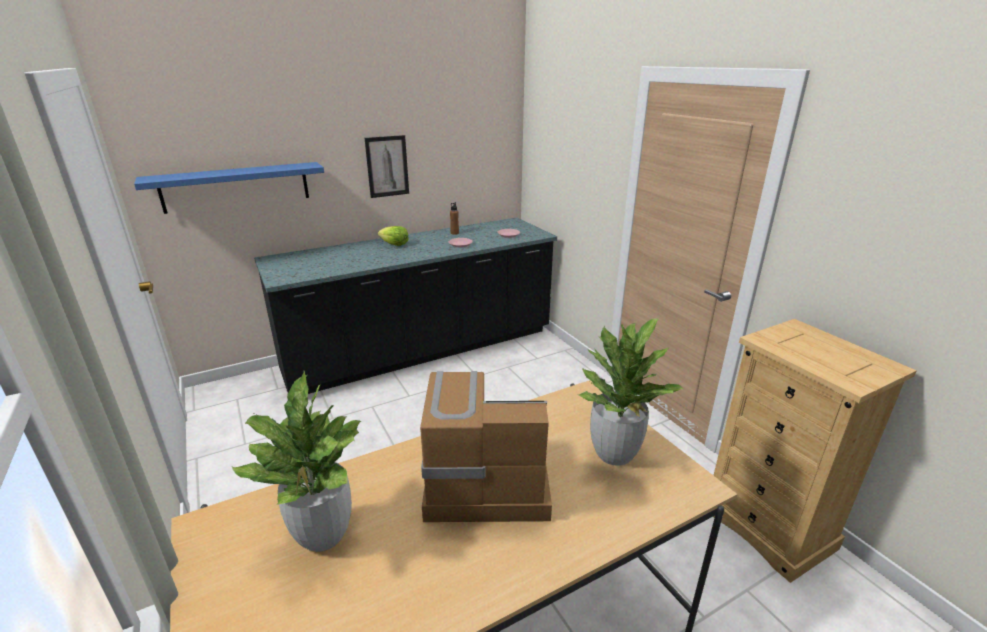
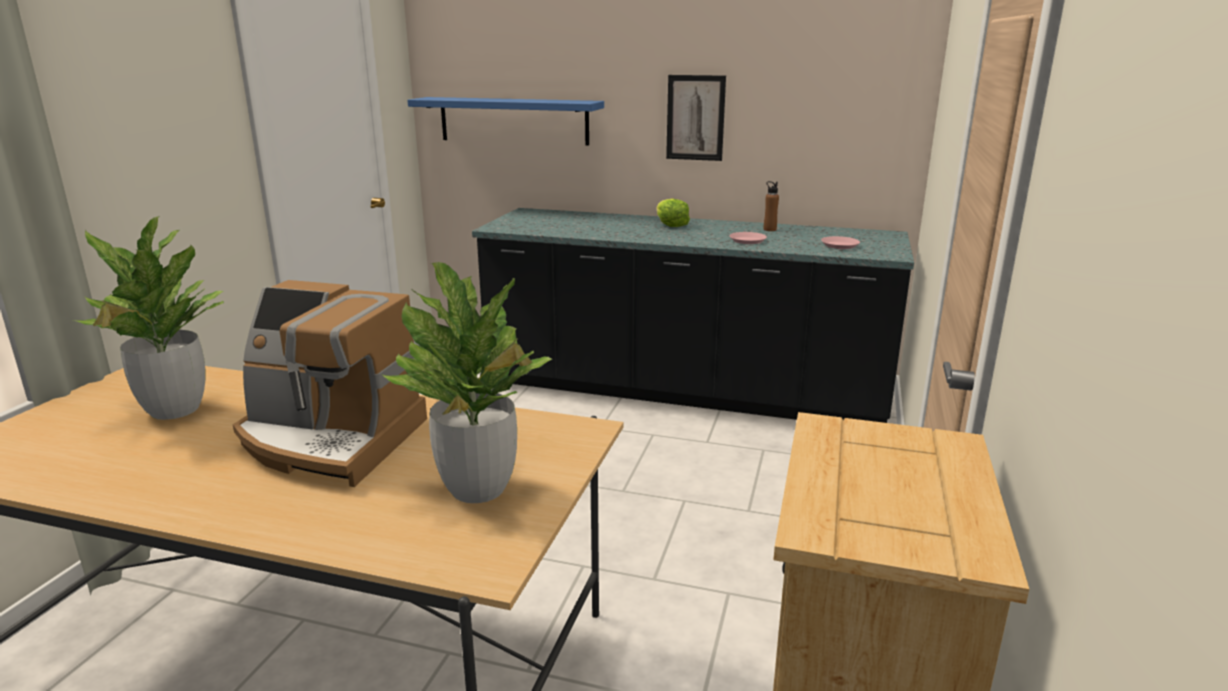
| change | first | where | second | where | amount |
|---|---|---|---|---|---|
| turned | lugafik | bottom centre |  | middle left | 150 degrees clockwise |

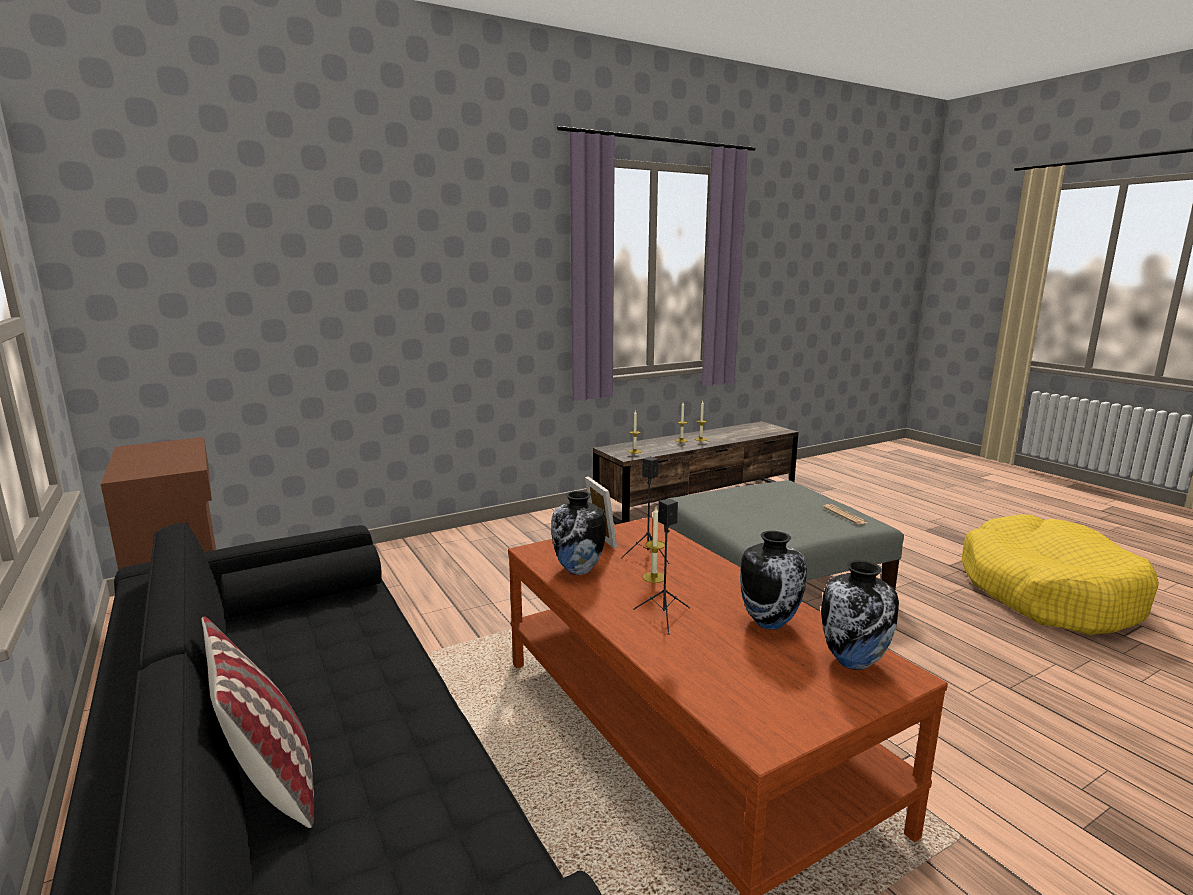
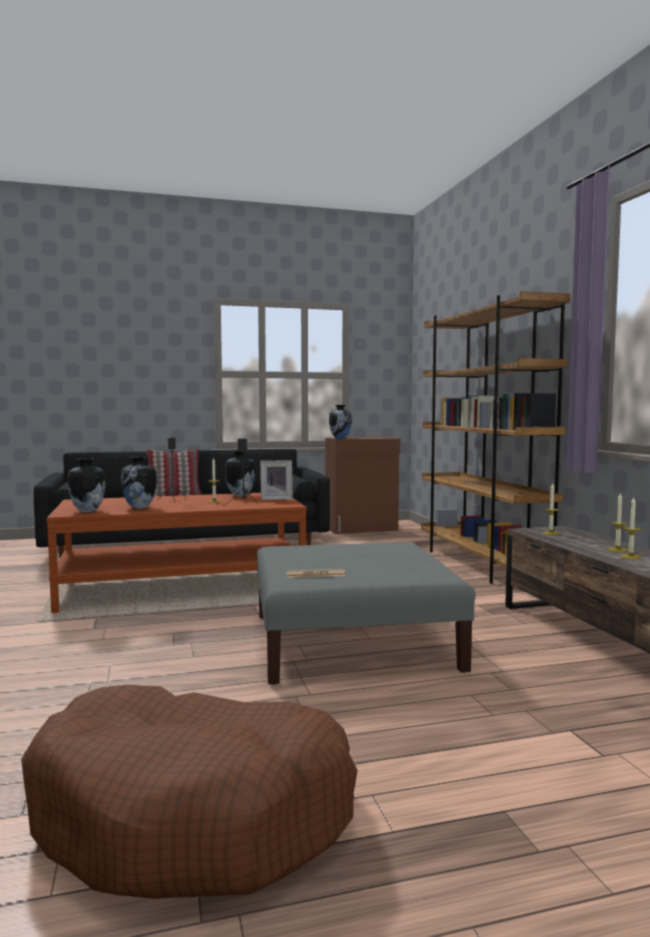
| change | first | where | second | where | amount |
|---|---|---|---|---|---|
| recoloured | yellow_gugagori | middle right | brown_gugagori | bottom left |  |
| added |  |  | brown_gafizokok | middle right |  |
| added |  |  | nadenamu (4th from left) | centre |  |

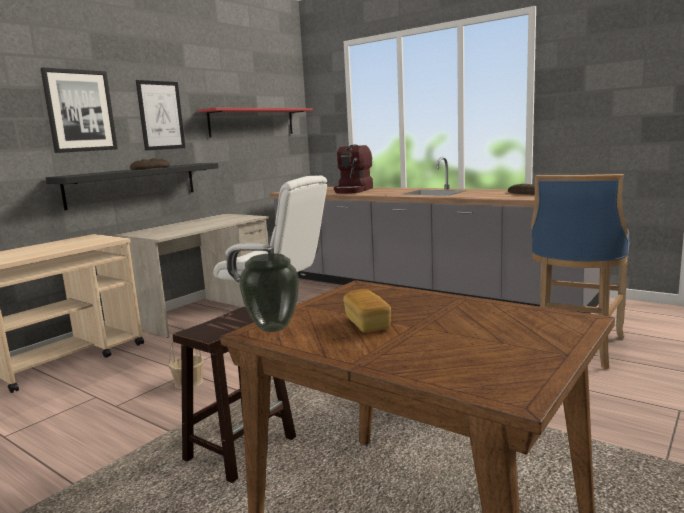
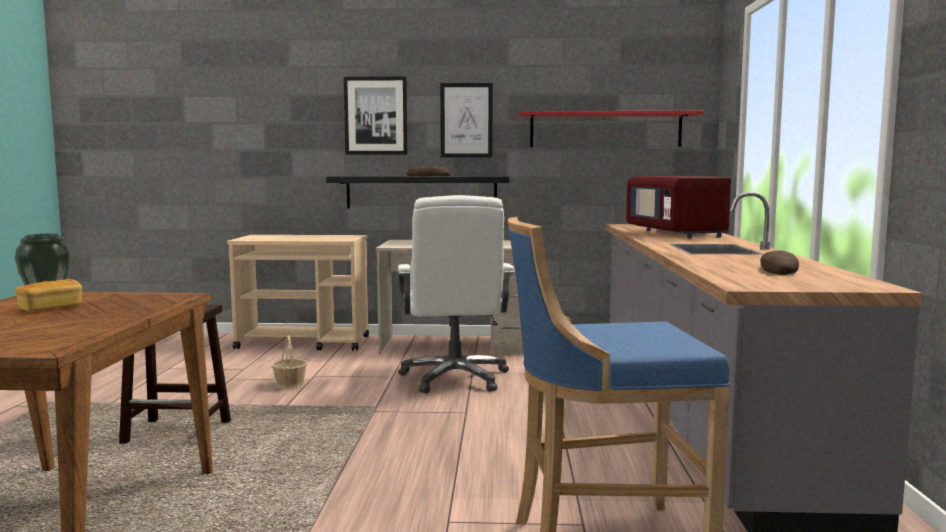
| change | first | where | second | where | amount |
|---|---|---|---|---|---|
| replaced | lugafik | top centre | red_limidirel | middle right |  |

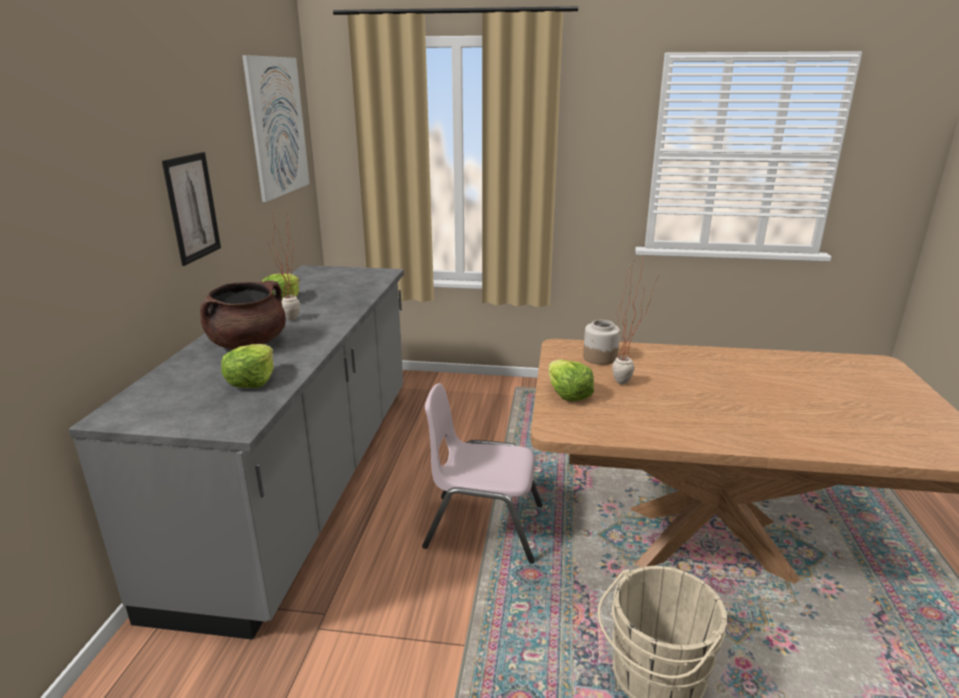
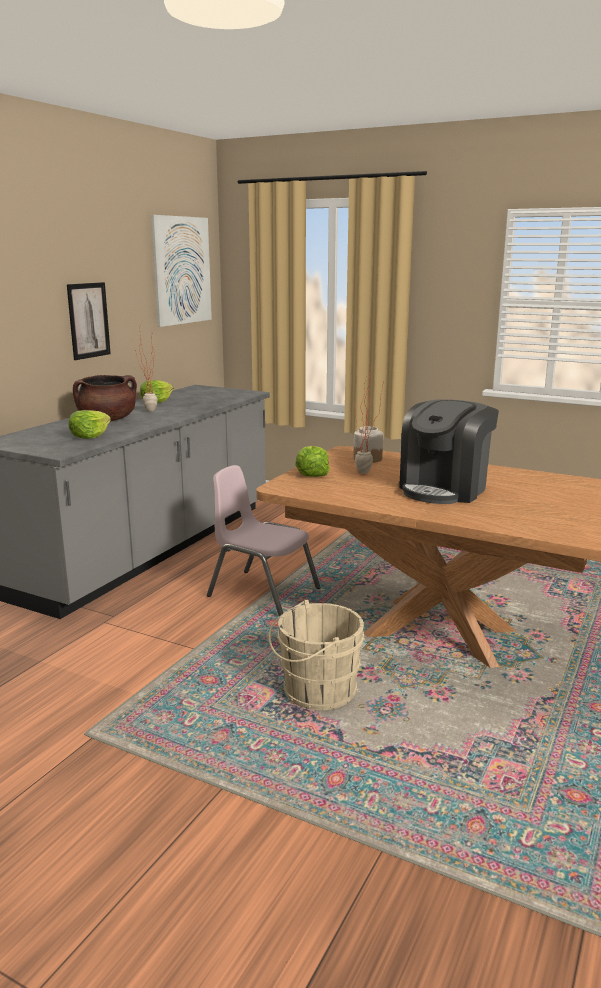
| change | first | where | second | where | amount |
|---|---|---|---|---|---|
| added |  |  | lugafik | middle right |  |

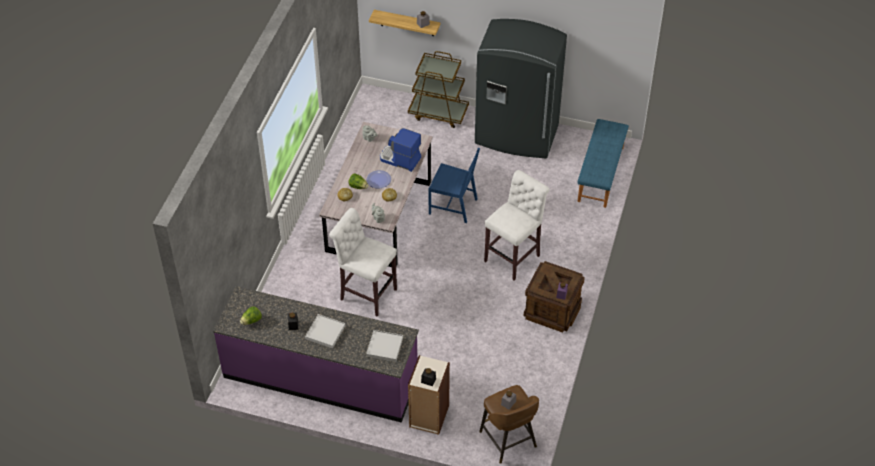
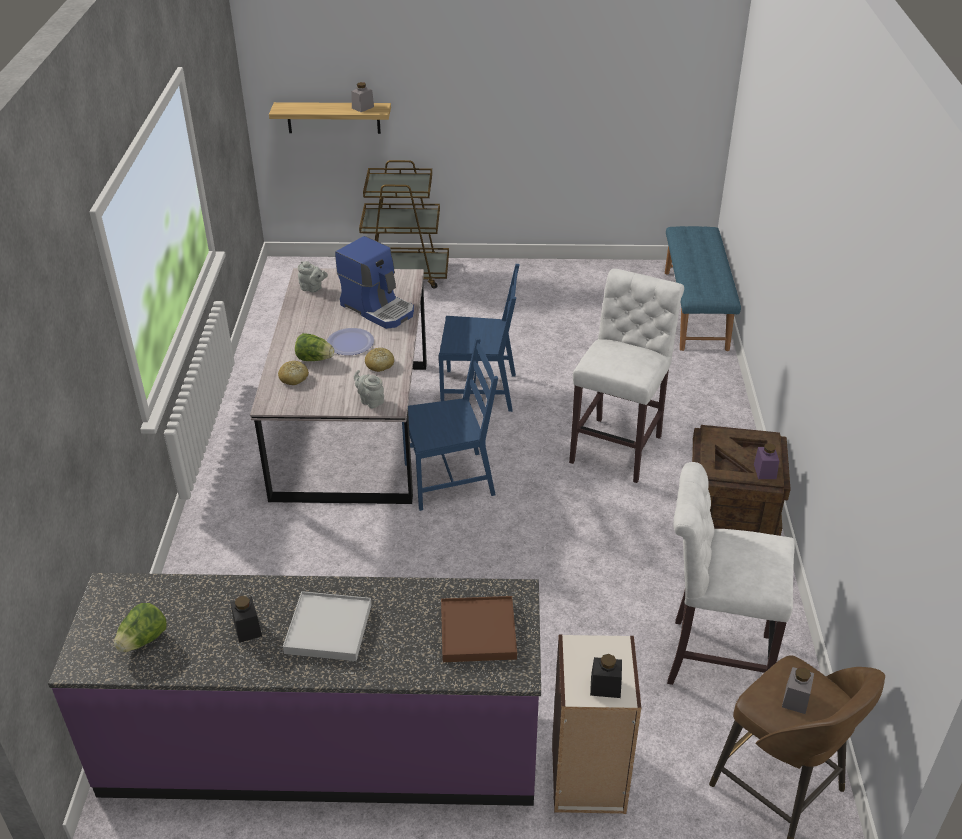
| change | first | where | second | where | amount |
|---|---|---|---|---|---|
| removed | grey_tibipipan | top centre |  |  |  |
| turned | lugafik | top centre |  | centre | 150 degrees counterclockwise |
| moved | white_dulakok (1st from left in the first image) | centre | white_dulakok (2nd from left) | bottom right |  |
| recoloured | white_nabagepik (2nd from left) | bottom centre | brown_nabagepik | bottom centre |  |
| added |  |  | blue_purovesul (1st from left) | centre |  |

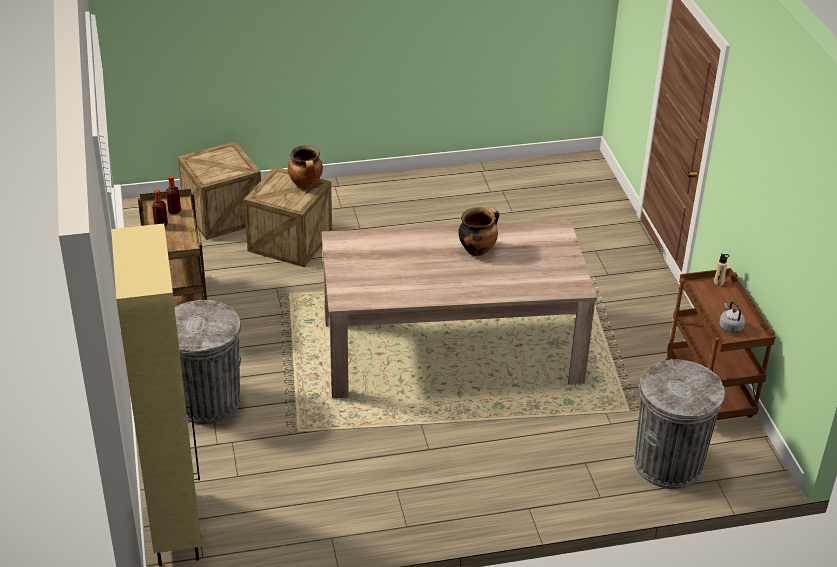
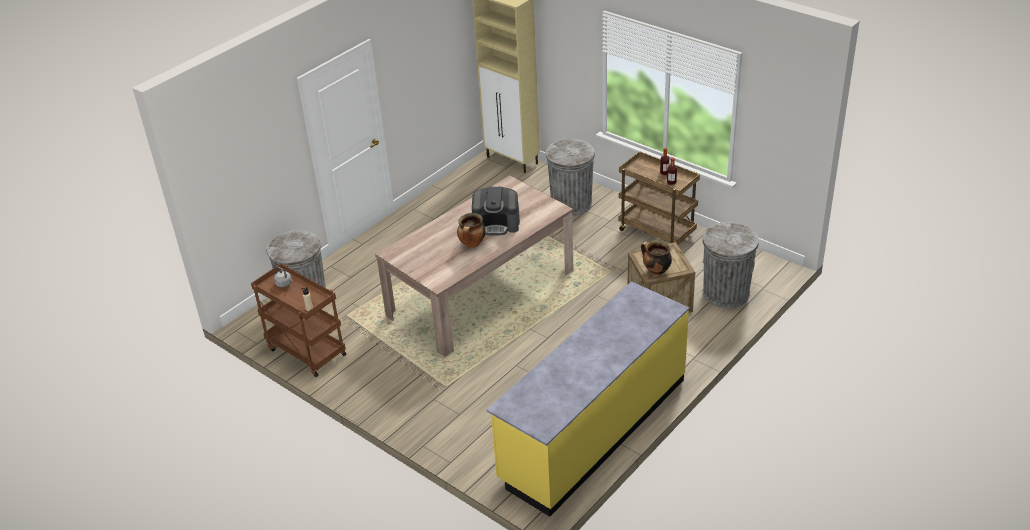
| change | first | where | second | where | amount |
|---|---|---|---|---|---|
| replaced | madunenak (1st from left) | middle left | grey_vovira (3rd from left) | middle right |  |
| added |  |  | lugafik | centre |  |
| added |  |  | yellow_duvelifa | bottom centre |  |

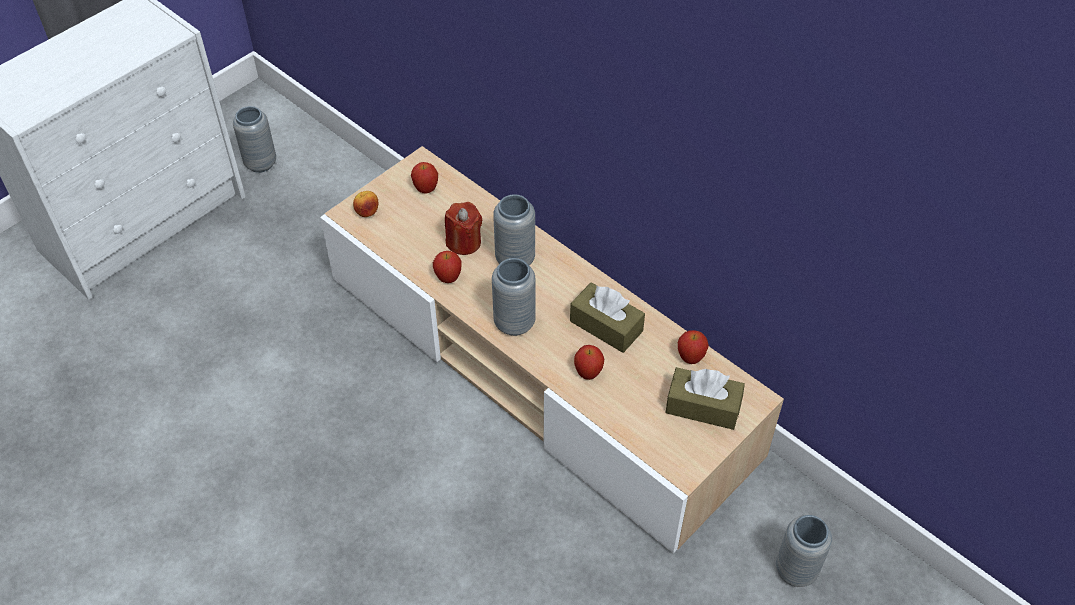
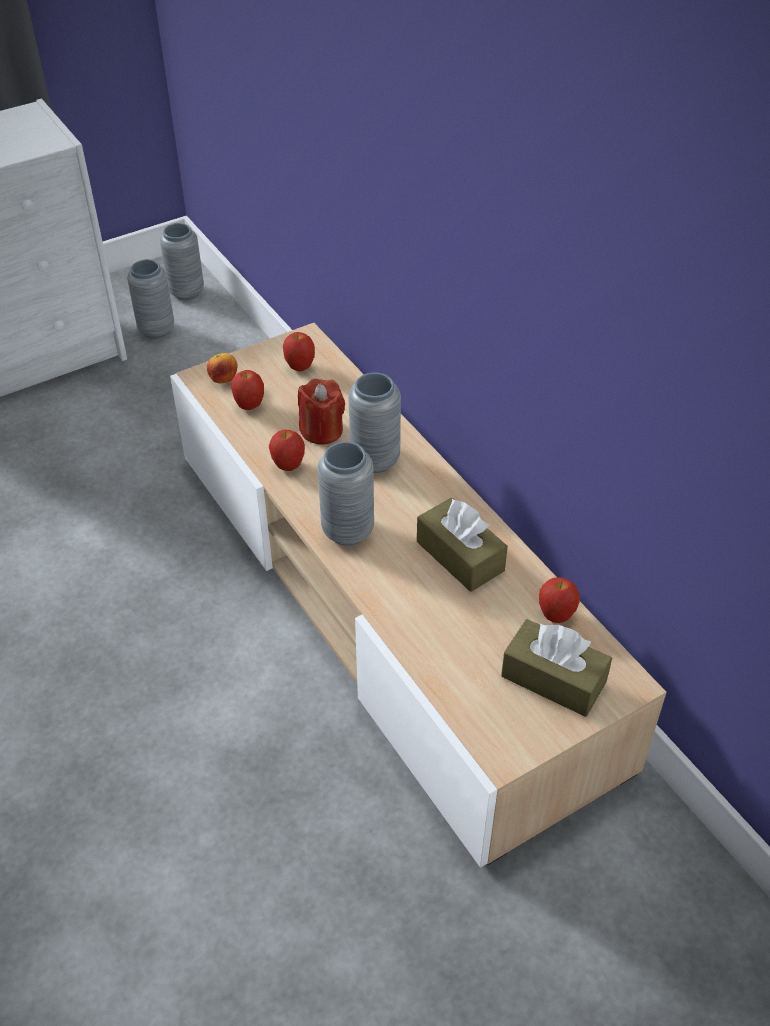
| change | first | where | second | where | amount |
|---|---|---|---|---|---|
| moved | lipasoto (4th from left in the first image) | centre | lipasoto (2nd from left) | middle left |  |
| moved | grey_nadenamu (4th from left in the first image) | bottom right | grey_nadenamu (2nd from left) | top left |  |

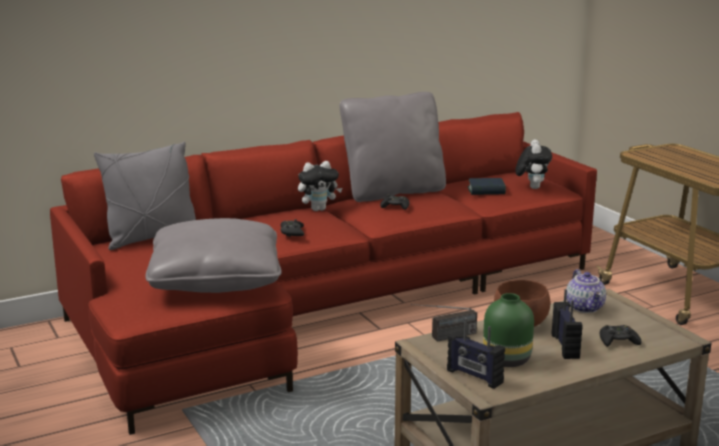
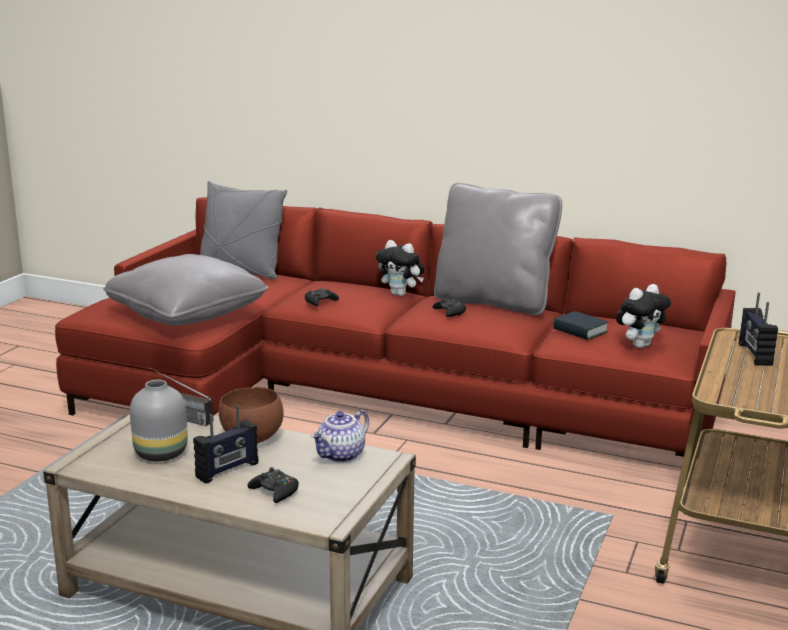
| change | first | where | second | where | amount |
|---|---|---|---|---|---|
| recoloured | green_nadenamu | bottom right | grey_nadenamu | bottom left |  |
| moved | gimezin (2nd from left in the first image) | bottom centre | gimezin (3rd from left) | middle right |  |

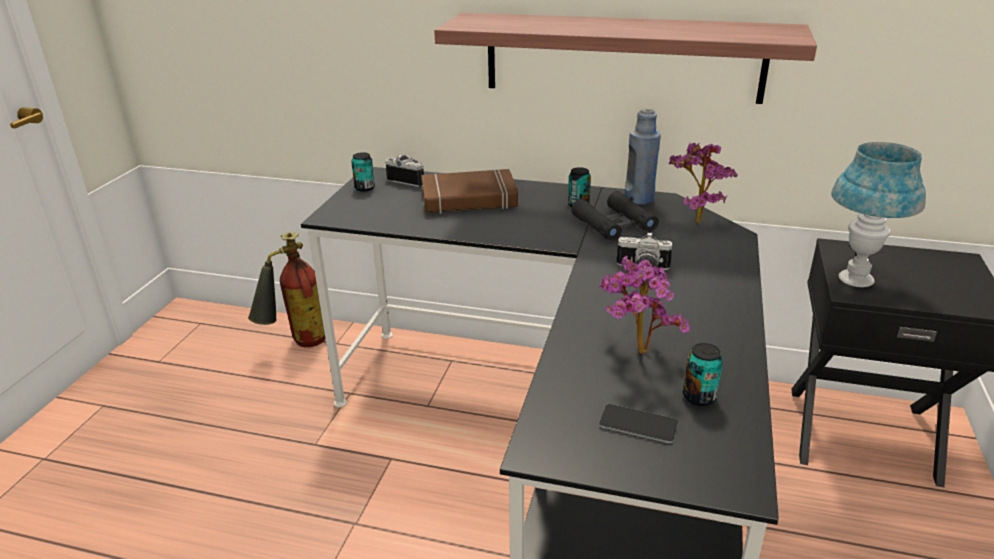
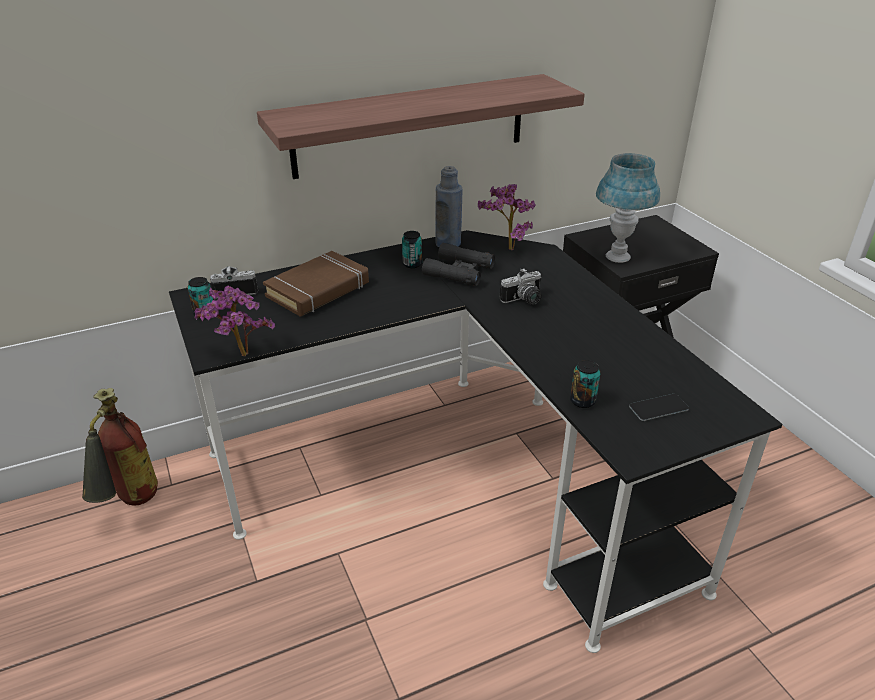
| change | first | where | second | where | amount |
|---|---|---|---|---|---|
| moved | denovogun (1st from left) | centre |  | middle left |  |
| moved | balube (3rd from left) | bottom right |  | middle right |  |

